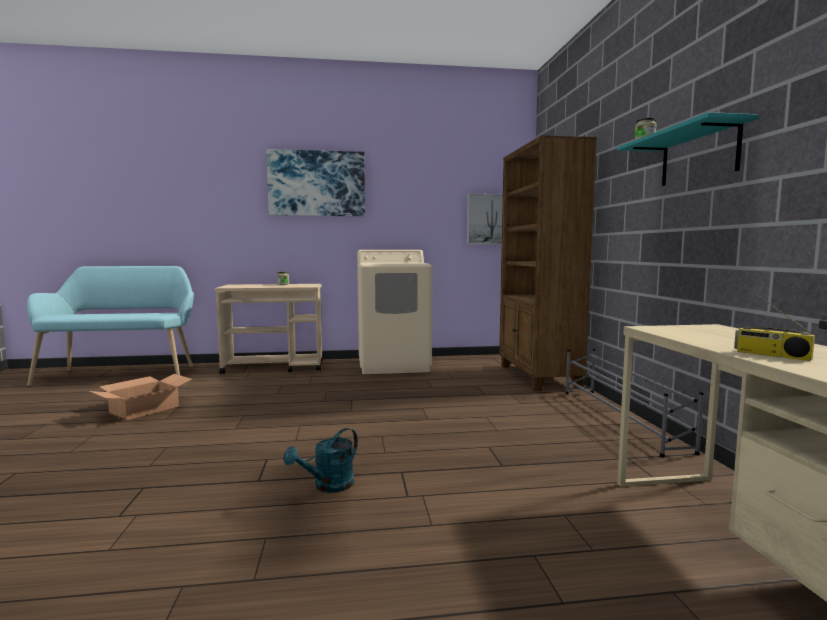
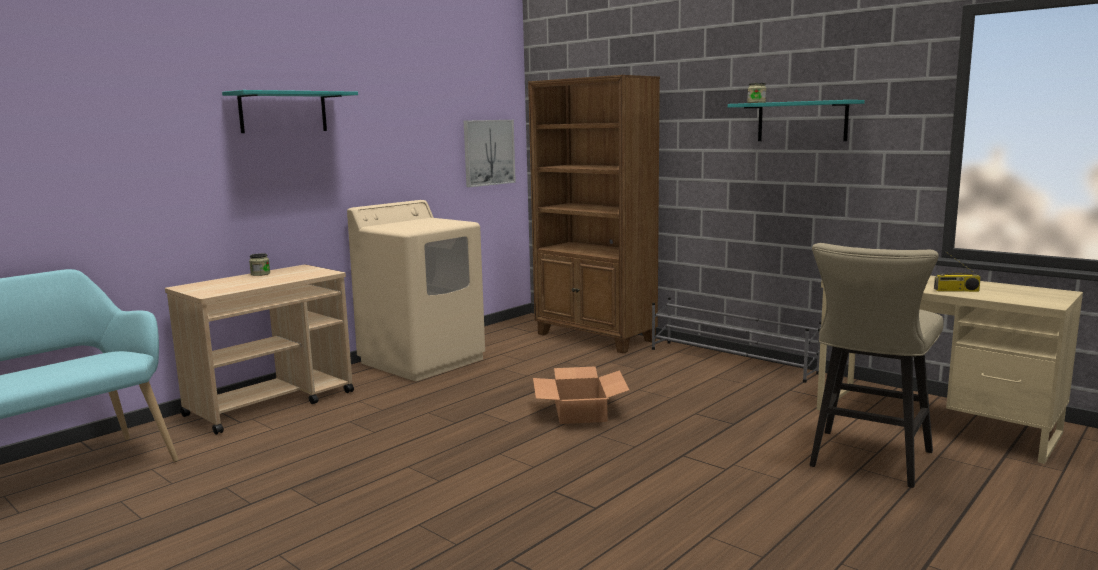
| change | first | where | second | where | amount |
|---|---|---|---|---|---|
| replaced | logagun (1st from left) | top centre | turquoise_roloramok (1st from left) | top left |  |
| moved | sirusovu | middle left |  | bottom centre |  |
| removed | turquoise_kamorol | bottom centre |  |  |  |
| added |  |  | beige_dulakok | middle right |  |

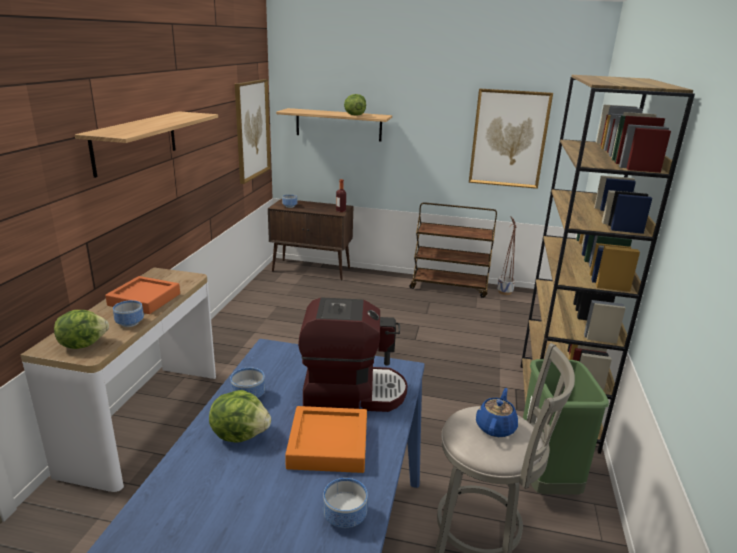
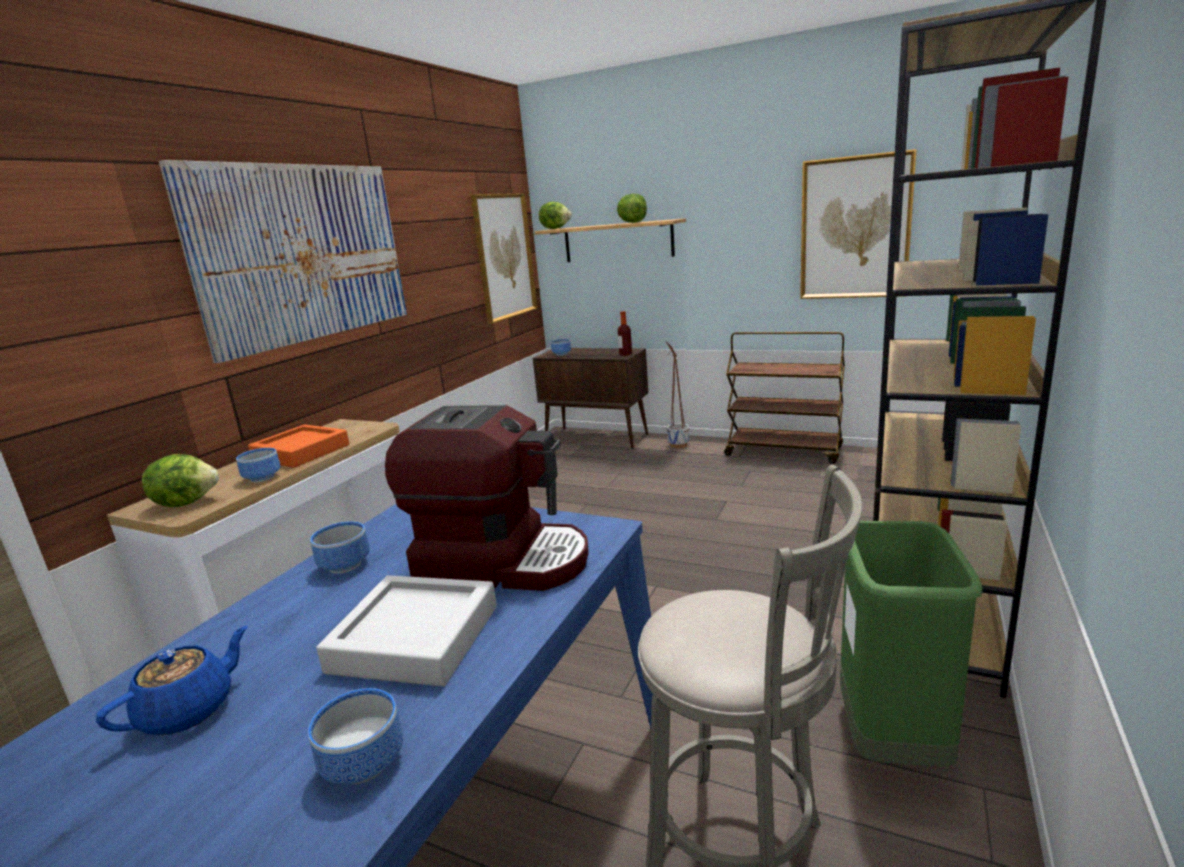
| change | first | where | second | where | amount |
|---|---|---|---|---|---|
| replaced | roloramok (1st from left) | top left | logagun (1st from left) | top left |  |
| moved | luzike | middle right |  | centre |  |
| moved | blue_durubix | bottom right |  | bottom left |  |
| moved | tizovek (2nd from left) | bottom left |  | top centre |  |
| recoloured | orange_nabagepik (2nd from left) | bottom centre | grey_nabagepik | bottom centre |  |

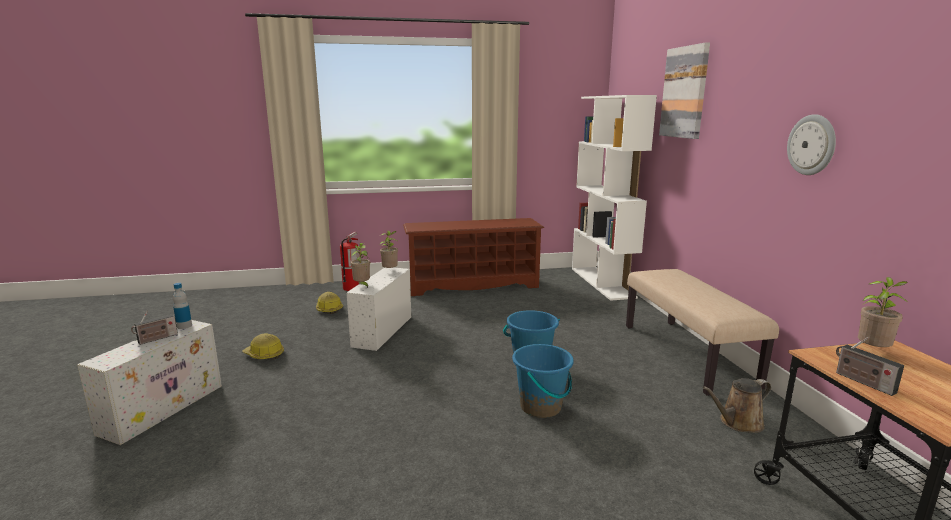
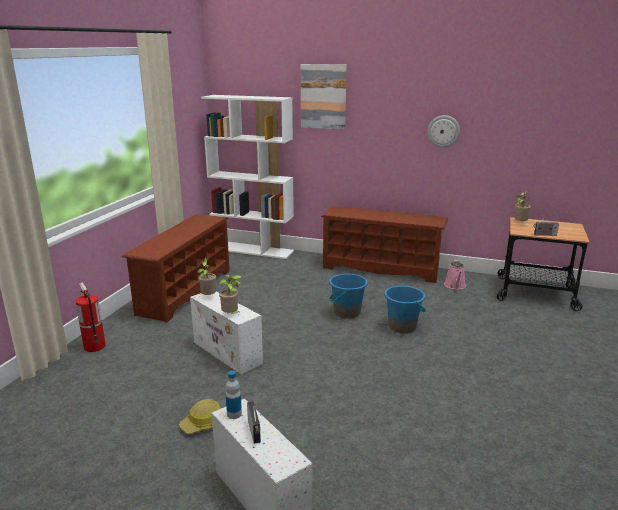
| change | first | where | second | where | amount |
|---|---|---|---|---|---|
| replaced | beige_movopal | middle right | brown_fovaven (2nd from left) | centre |  |
| removed | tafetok (2nd from left) | centre |  |  |  |
| recoloured | brown_kamorol | bottom right | pink_kamorol | middle right |  |

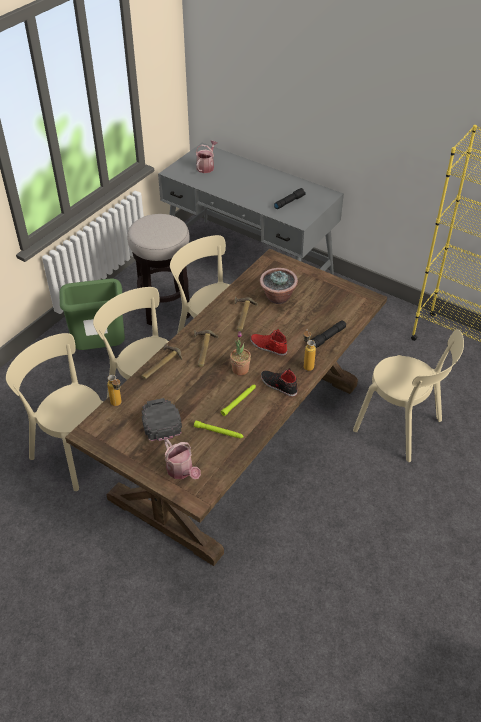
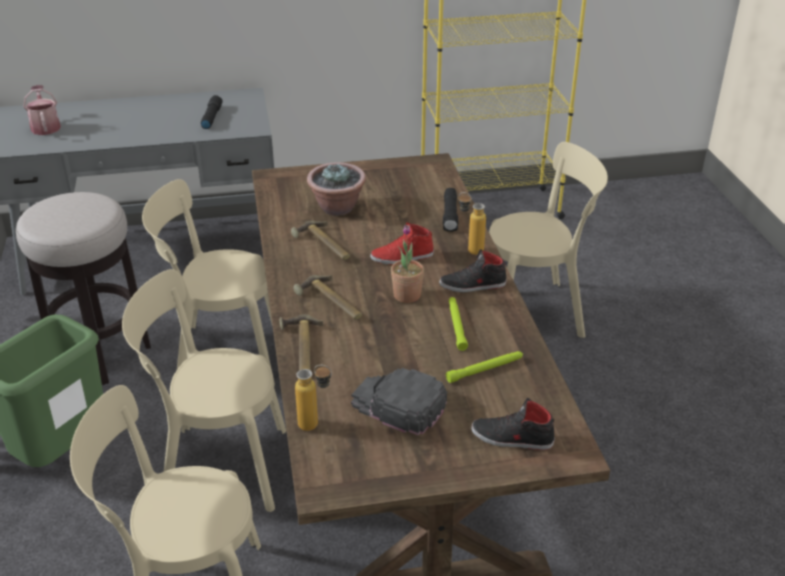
| change | first | where | second | where | amount |
|---|---|---|---|---|---|
| replaced | kamorol (1st from left) | centre | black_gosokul (2nd from left) | bottom centre |  |

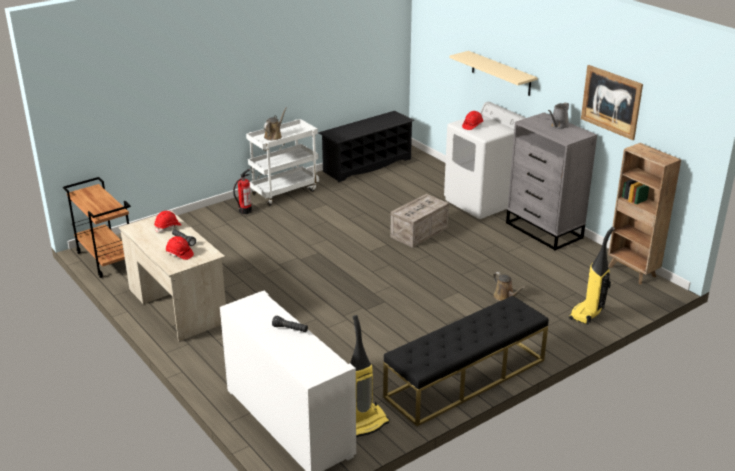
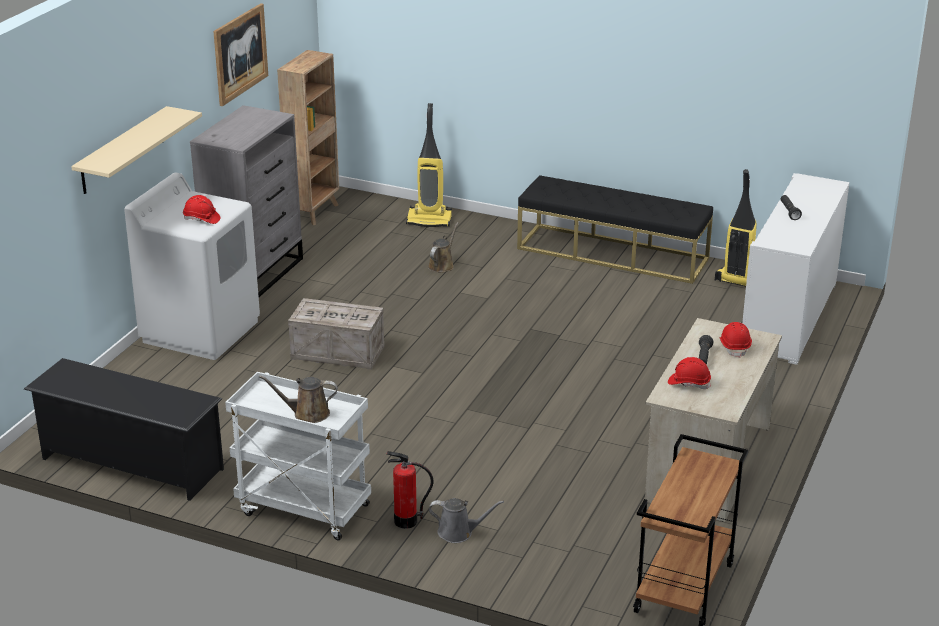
| change | first | where | second | where | amount |
|---|---|---|---|---|---|
| moved | grey_kamorol | top right |  | bottom centre |  |

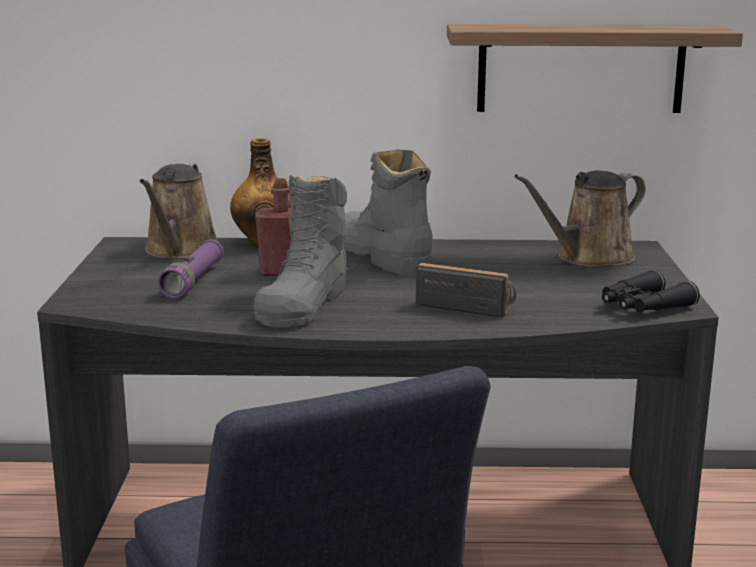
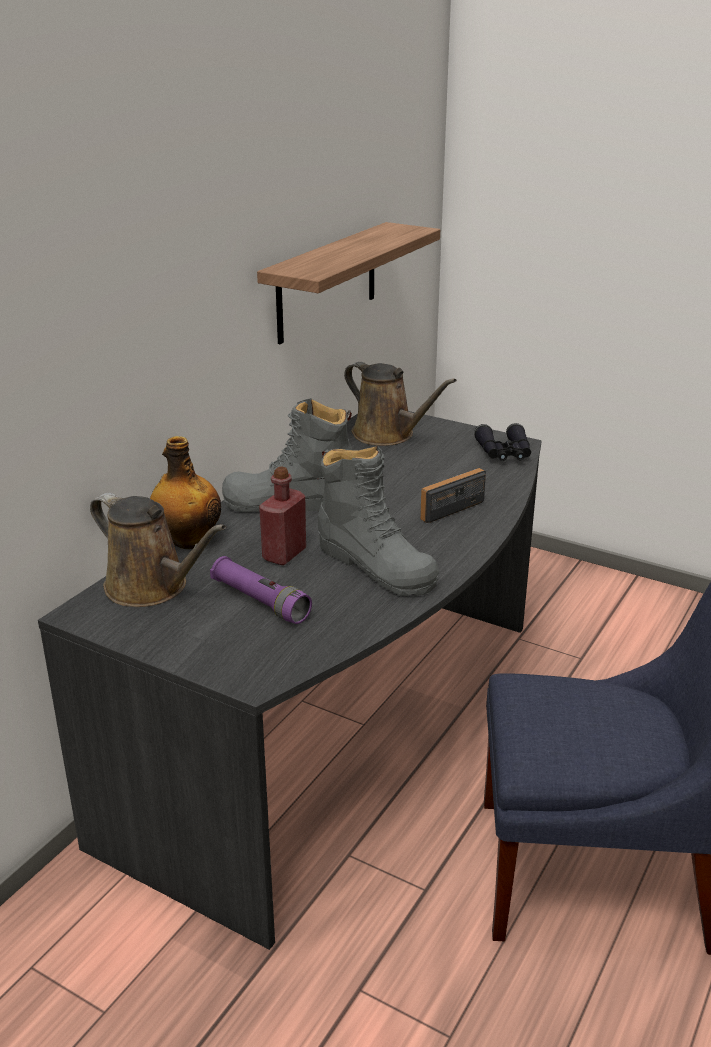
| change | first | where | second | where | amount |
|---|---|---|---|---|---|
| turned | brown_kamorol (2nd from left) | middle right |  | centre | 45 degrees counterclockwise |

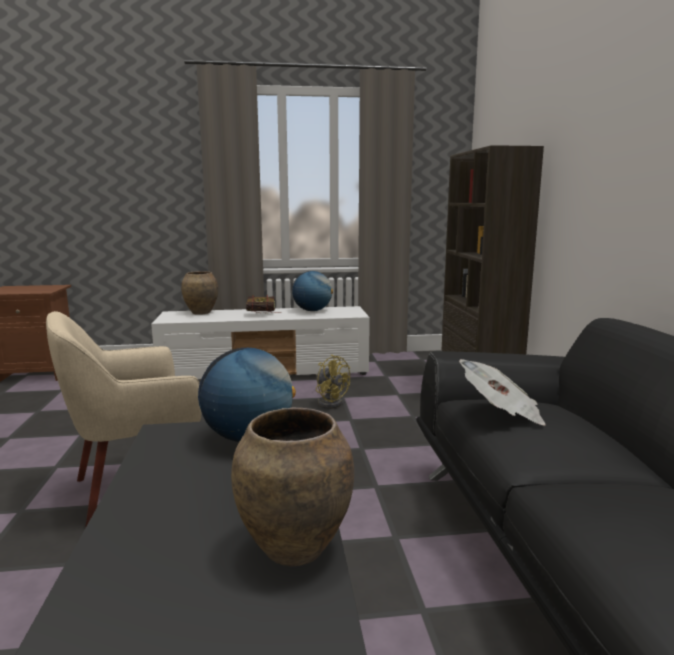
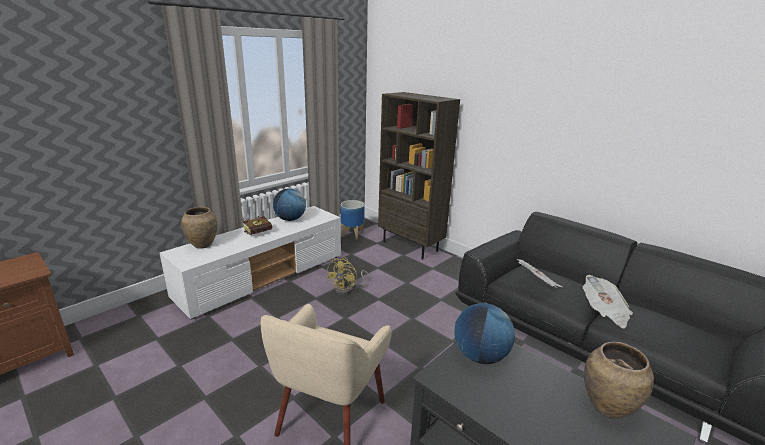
| change | first | where | second | where | amount |
|---|---|---|---|---|---|
| turned | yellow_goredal | centre |  | centre | 105 degrees clockwise |
| added |  |  | luzike | centre |  |
| added |  |  | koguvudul (2nd from left) | bottom right |  |

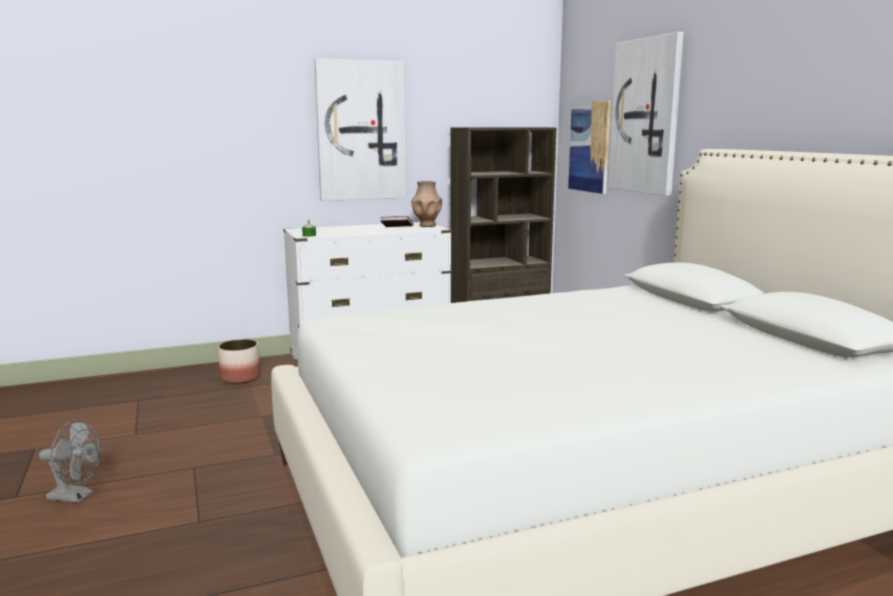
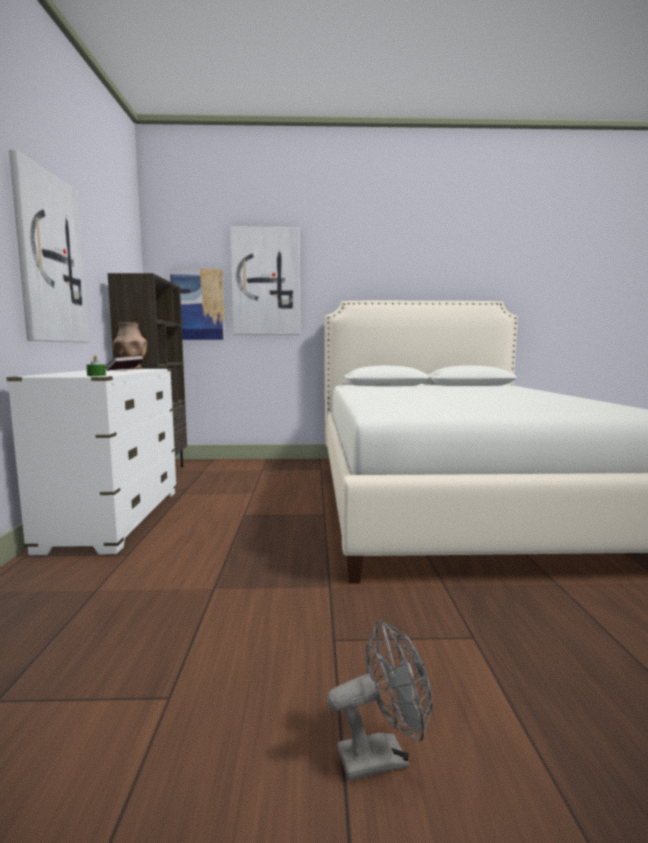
| change | first | where | second | where | amount |
|---|---|---|---|---|---|
| removed | luzike | middle left |  |  |  |
| turned | grey_goredal | bottom left |  | bottom centre | 45 degrees clockwise |

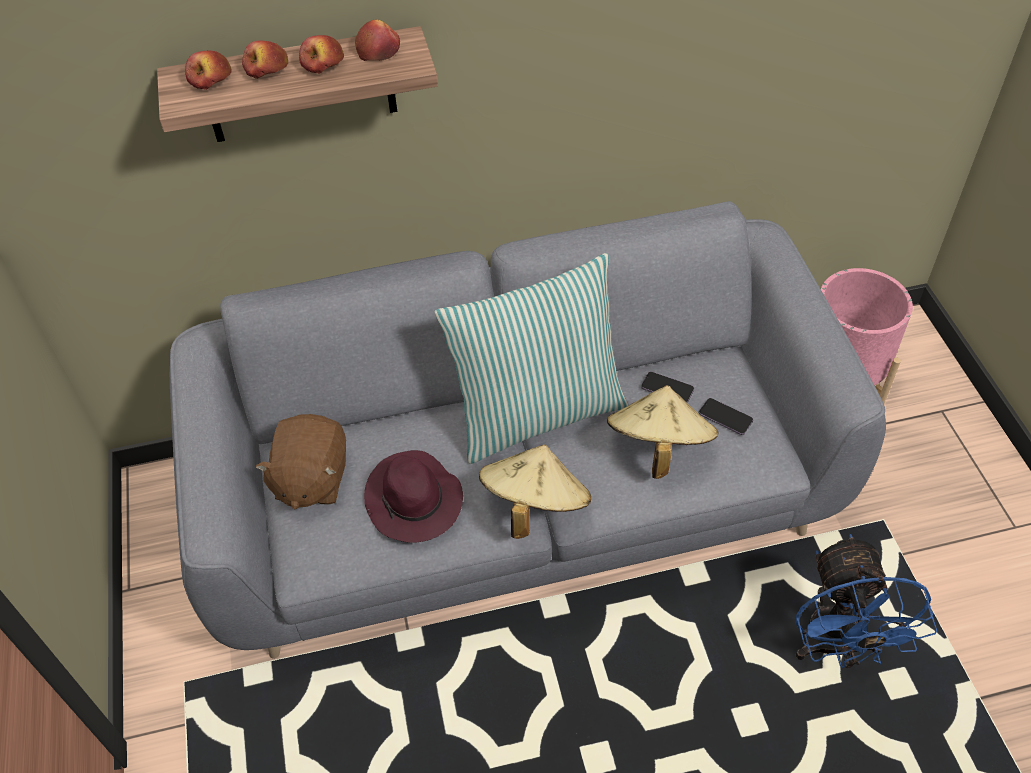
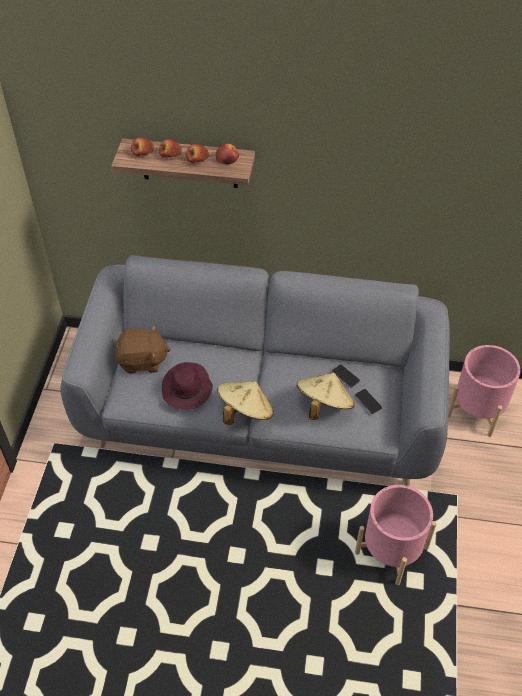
| change | first | where | second | where | amount |
|---|---|---|---|---|---|
| removed | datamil | centre |  |  |  |
| turned | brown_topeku | middle left |  | middle left | 120 degrees counterclockwise |
| replaced | blue_goredal | bottom right | pink_luzike (1st from left) | bottom right |  |

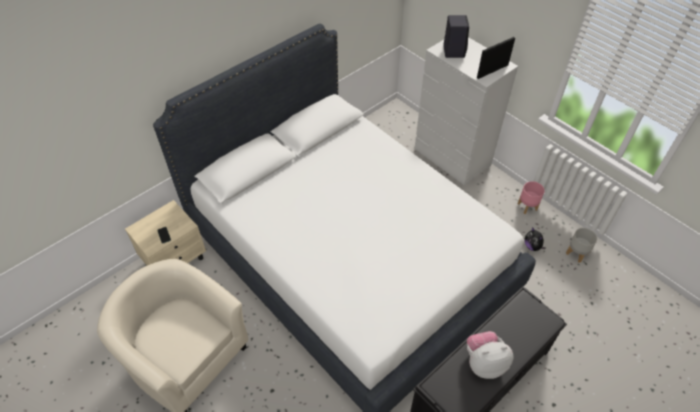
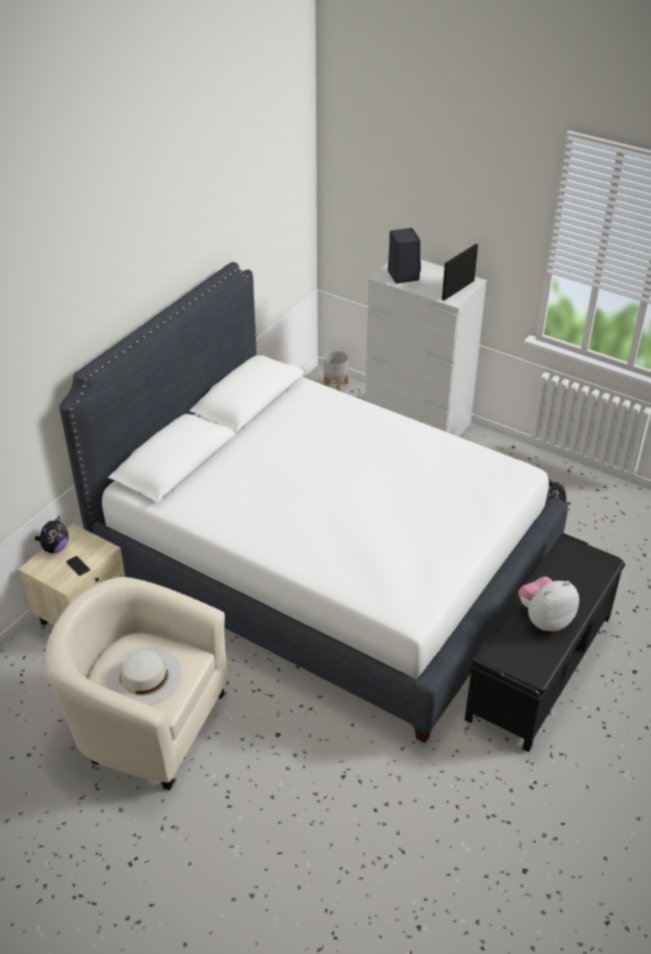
| change | first | where | second | where | amount |
|---|---|---|---|---|---|
| removed | pink_luzike | middle right |  |  |  |
| moved | grey_luzike | middle right |  | centre |  |
| added |  |  | topeku (1st from left) | middle left |  |
| added |  |  | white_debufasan | bottom left |  |

